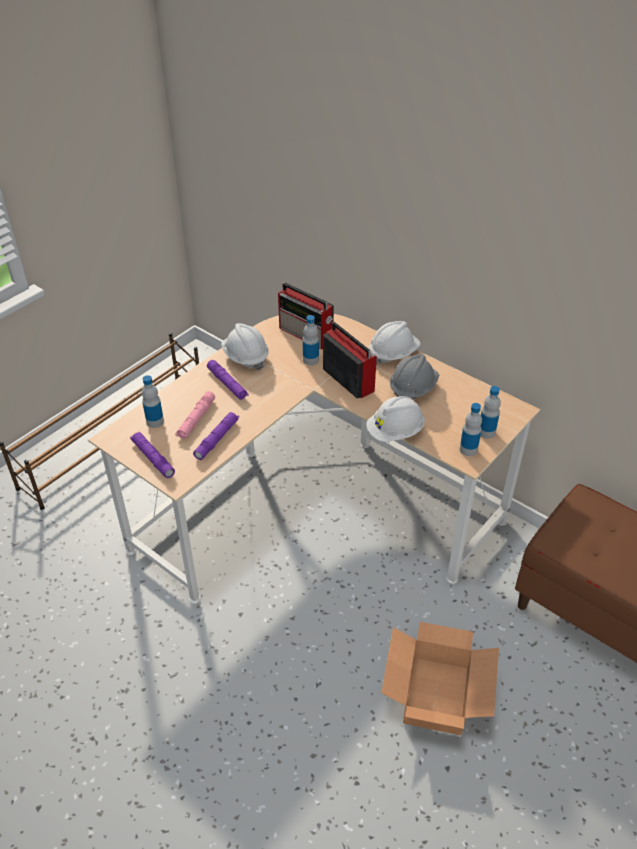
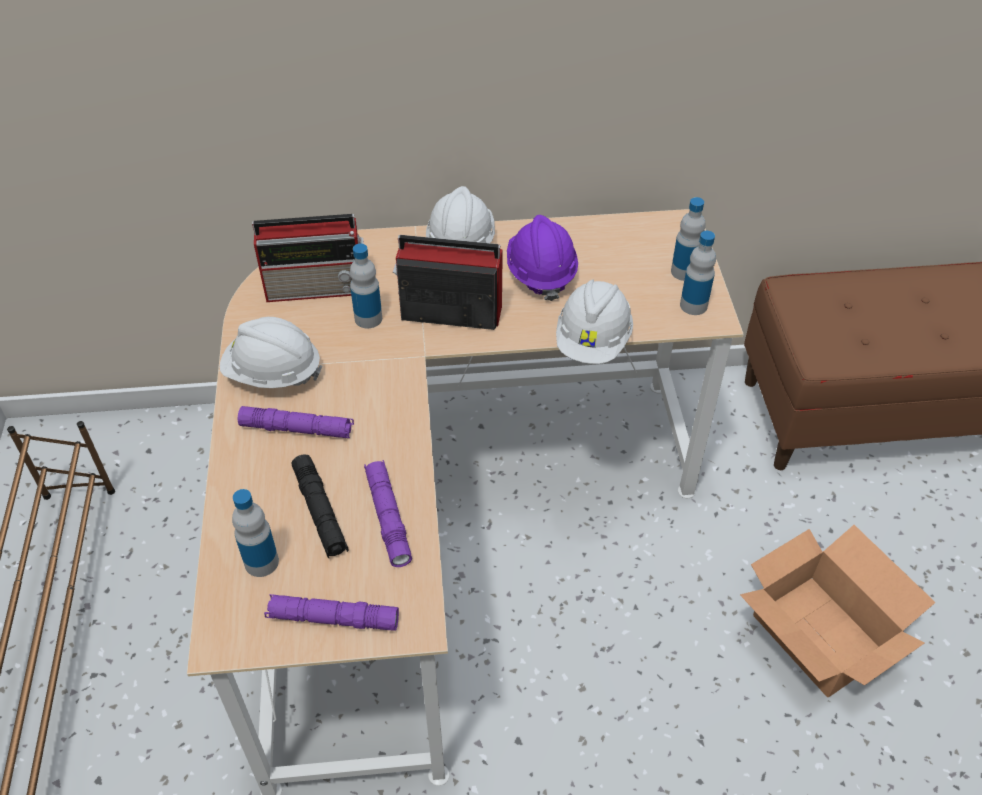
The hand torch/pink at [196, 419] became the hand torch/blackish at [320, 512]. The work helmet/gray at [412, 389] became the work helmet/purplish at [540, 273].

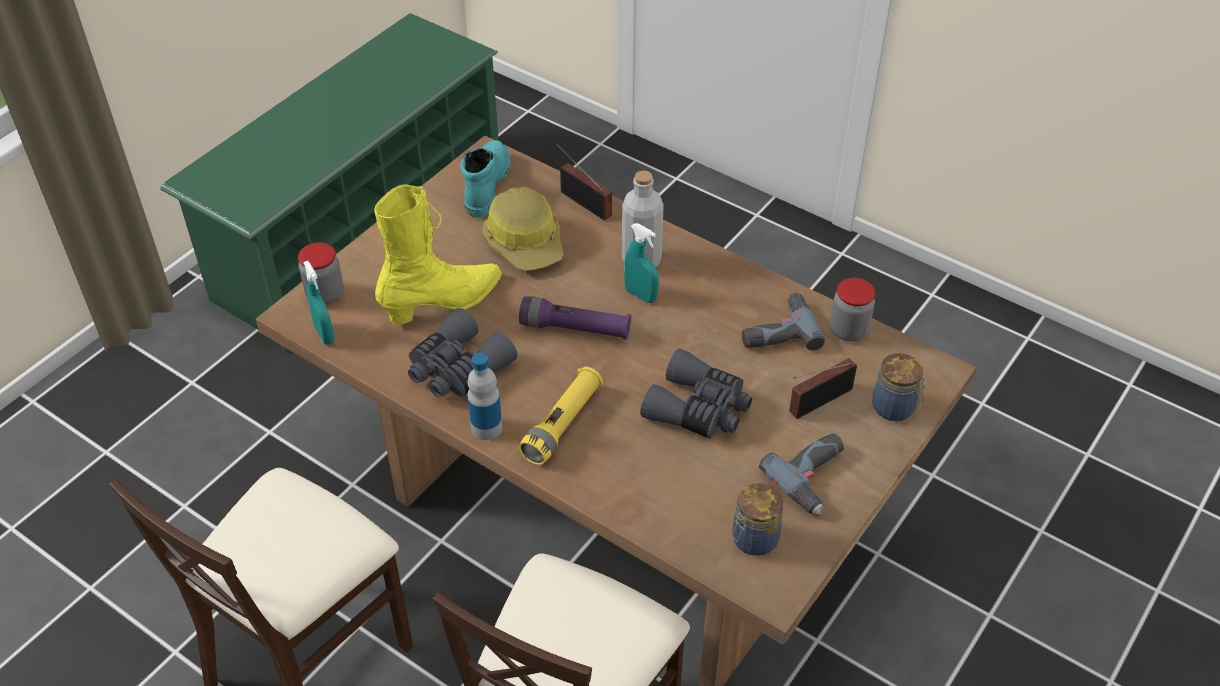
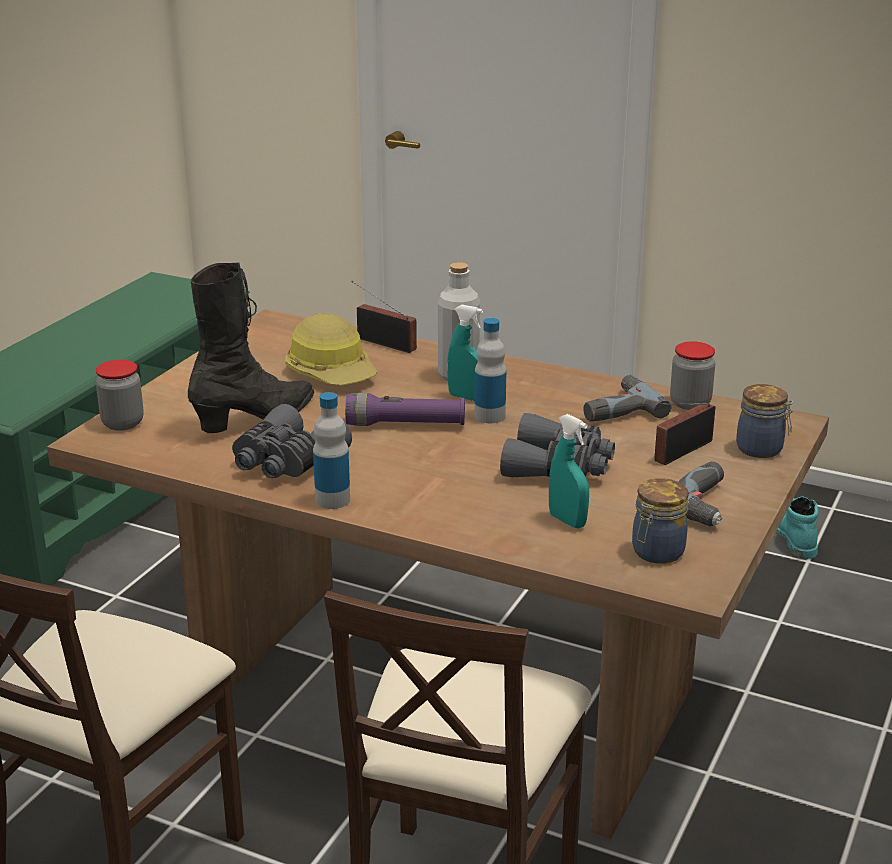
The hand torch/yellow-coloured at [562, 424] disappeared. The bottle at [489, 416] appeared. The hand sprayer/blue-green moved from [324, 334] to [567, 521]. The boot/blue-green moved from [485, 185] to [793, 535]. The boot/yellow-coloured at [443, 303] became the boot/blackish at [256, 419].

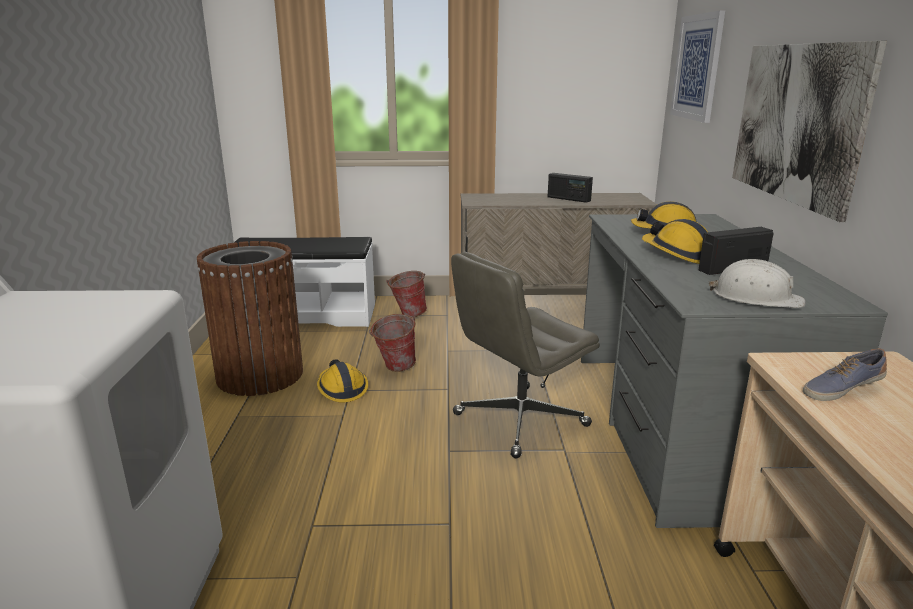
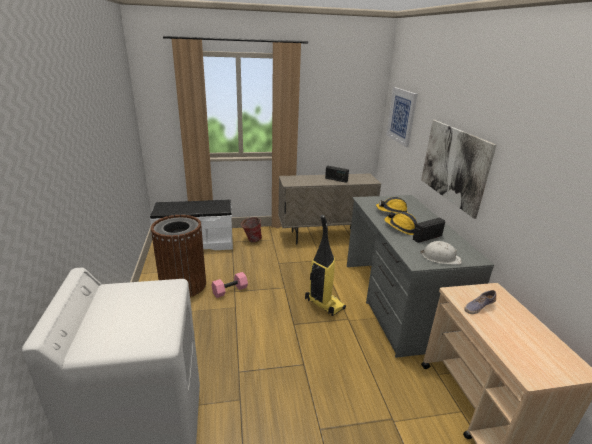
The water bucket at [394, 368] disappeared. The work helmet at [342, 389] was replaced by the free weight/pink at [230, 291]. The computer chair/gray at [519, 421] was replaced by the vacuum cleaner at [323, 304].

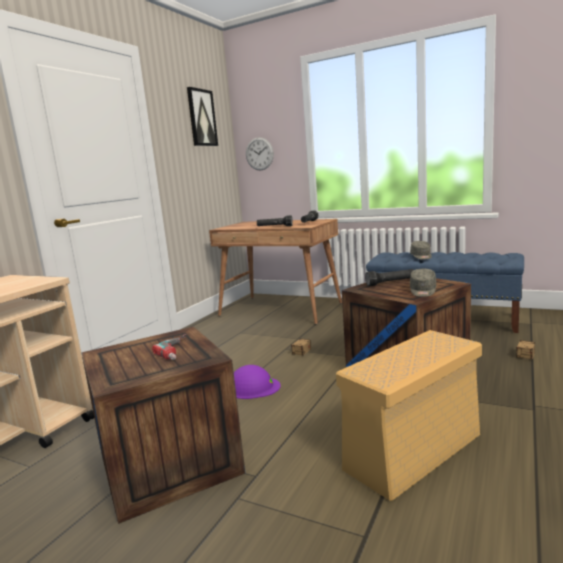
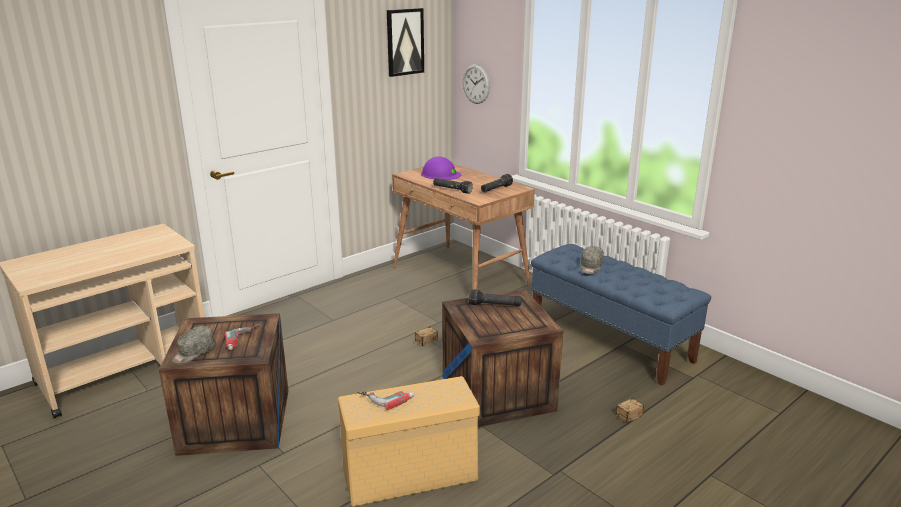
The power drill at [386, 397] appeared. The work helmet/purplish moved from [253, 387] to [440, 174]. The peaked cap/gray moved from [423, 291] to [194, 353].

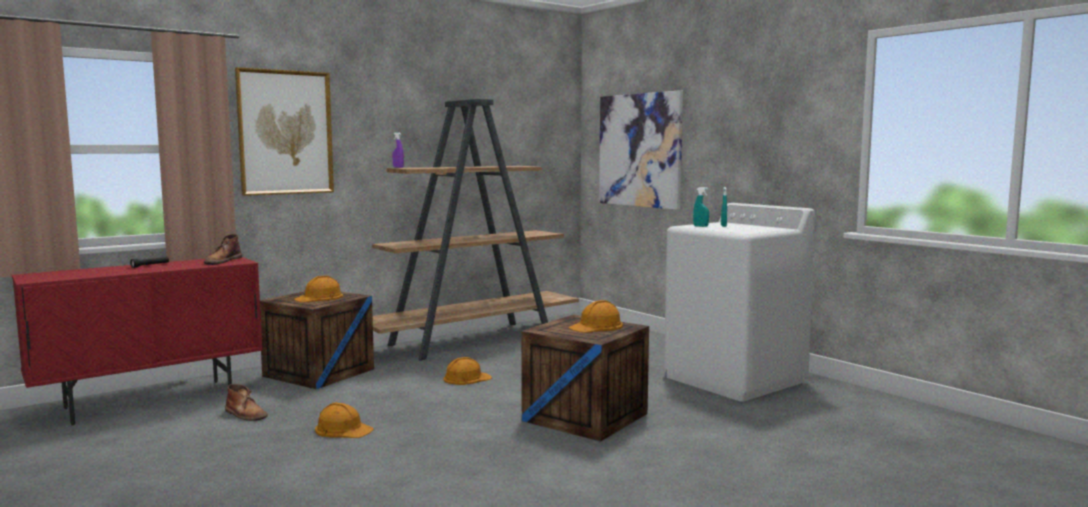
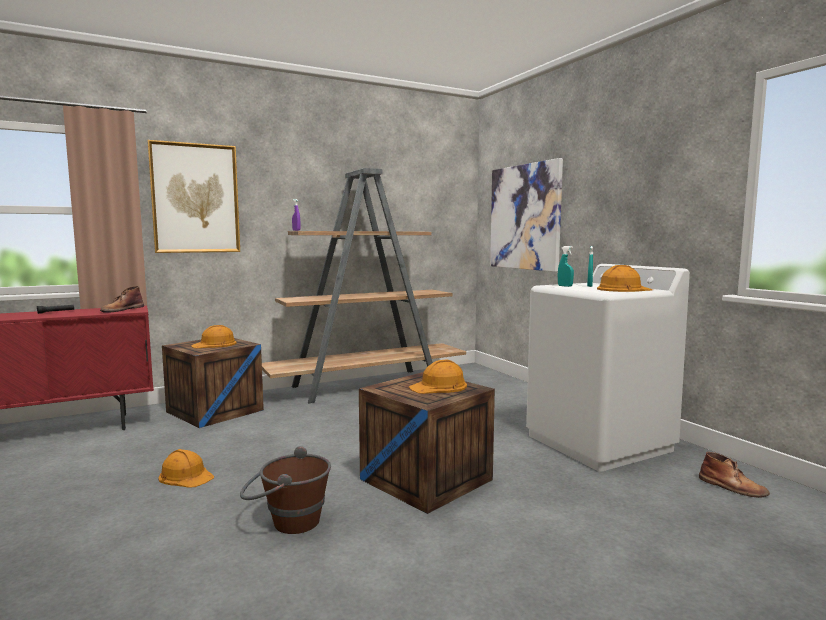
The water bucket/brownish at [286, 522] appeared. The boot/brownish moved from [246, 414] to [732, 487]. The work helmet/orangey moved from [466, 378] to [623, 289].

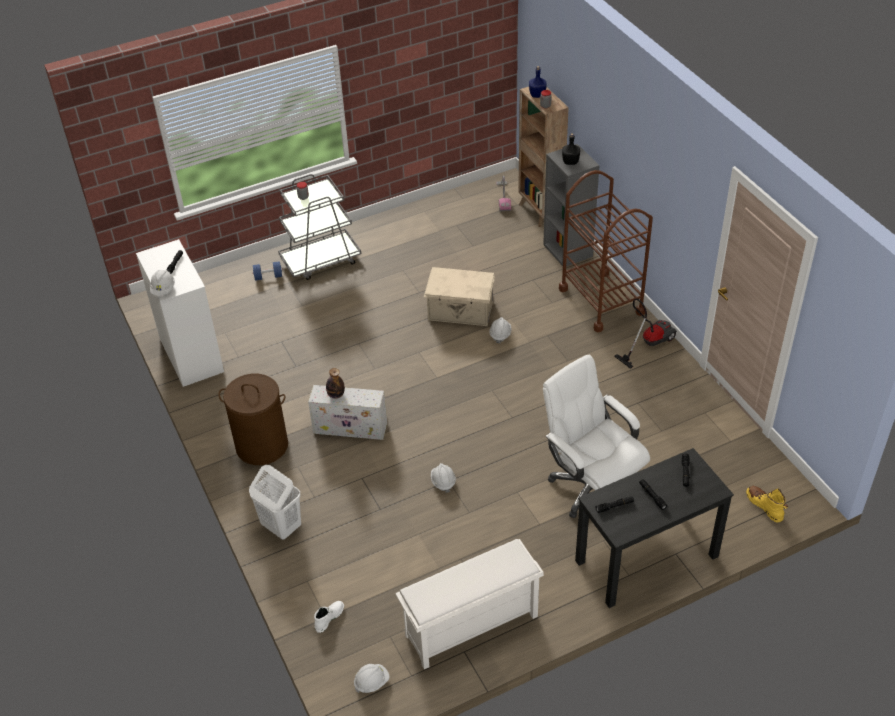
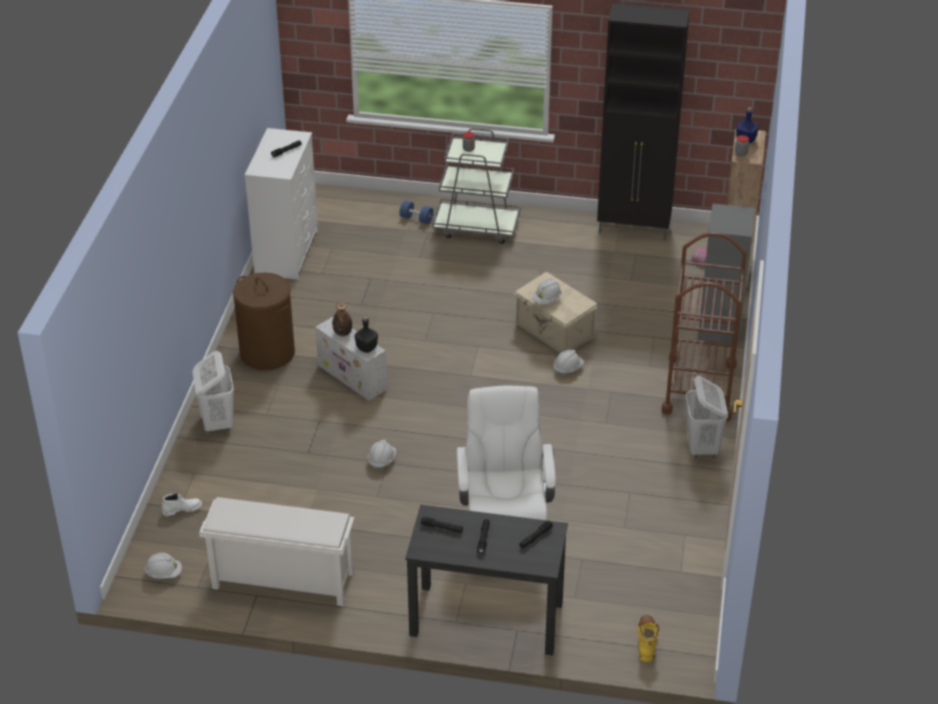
The cupboard/blackish at [634, 229] appeared. The work helmet/whitish moved from [163, 289] to [547, 299]. The bottle/blackish moved from [571, 162] to [367, 348]. The vacuum cleaner at [648, 343] was replaced by the laundry basket/whitish at [702, 447].

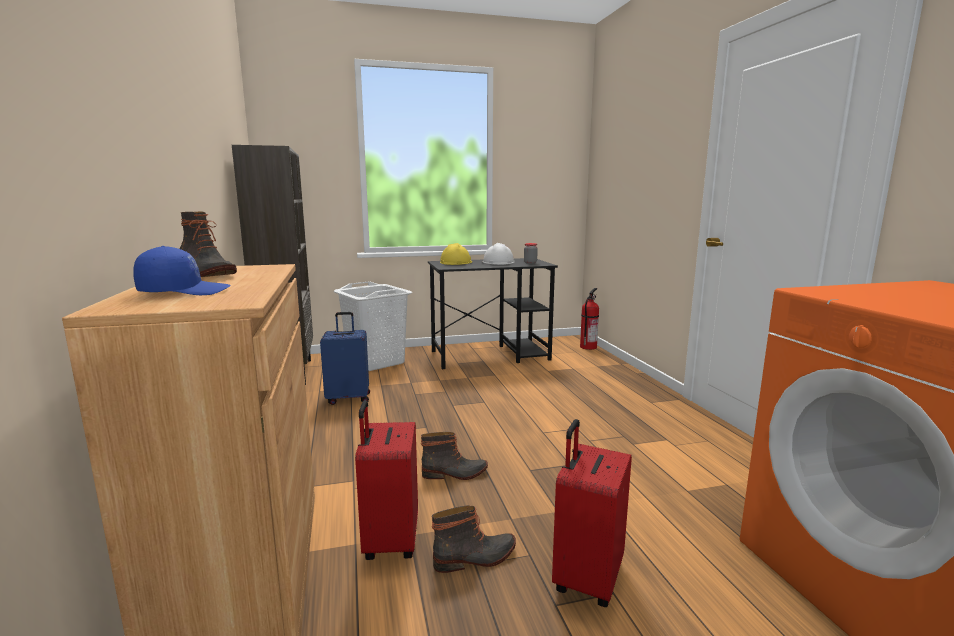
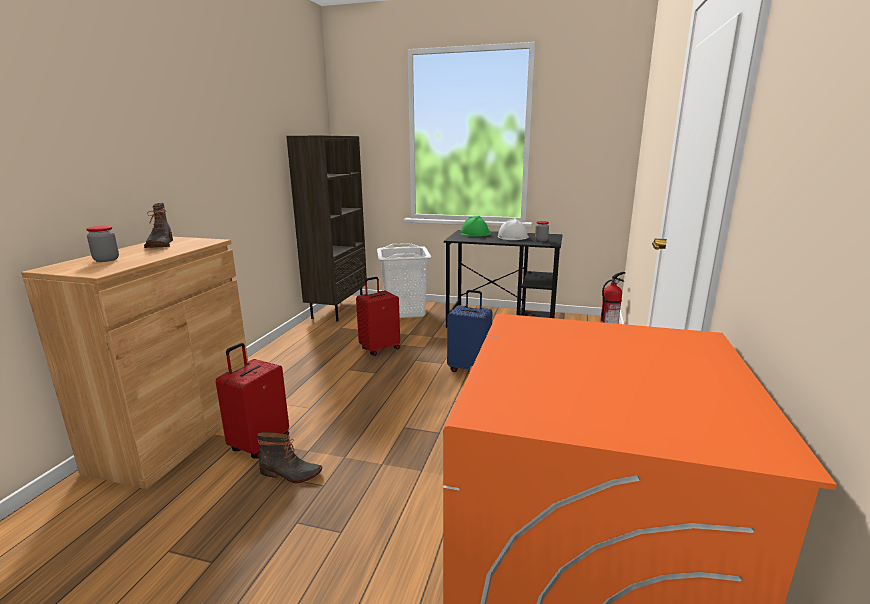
The boot at [455, 473] disappeared. The travel case/blue-coloured moved from [348, 398] to [470, 368]. The travel case/red moved from [586, 577] to [379, 349]. The peaked cap/blue-coloured at [184, 292] was replaced by the jar at [106, 260]. The work helmet/yellow-coloured at [455, 262] became the work helmet/green-coloured at [475, 234].

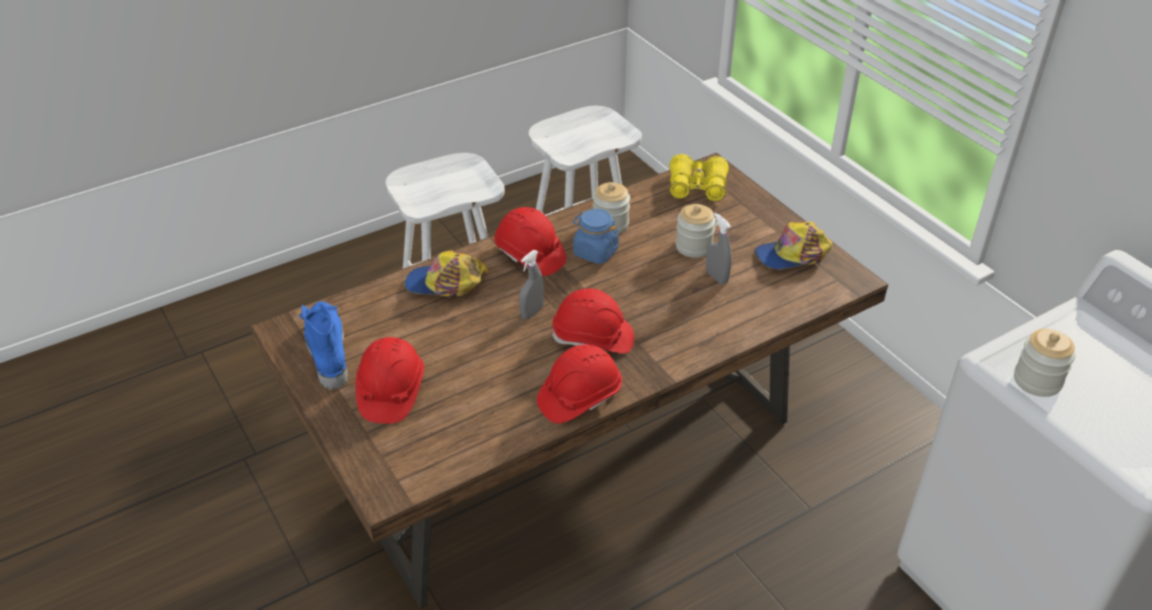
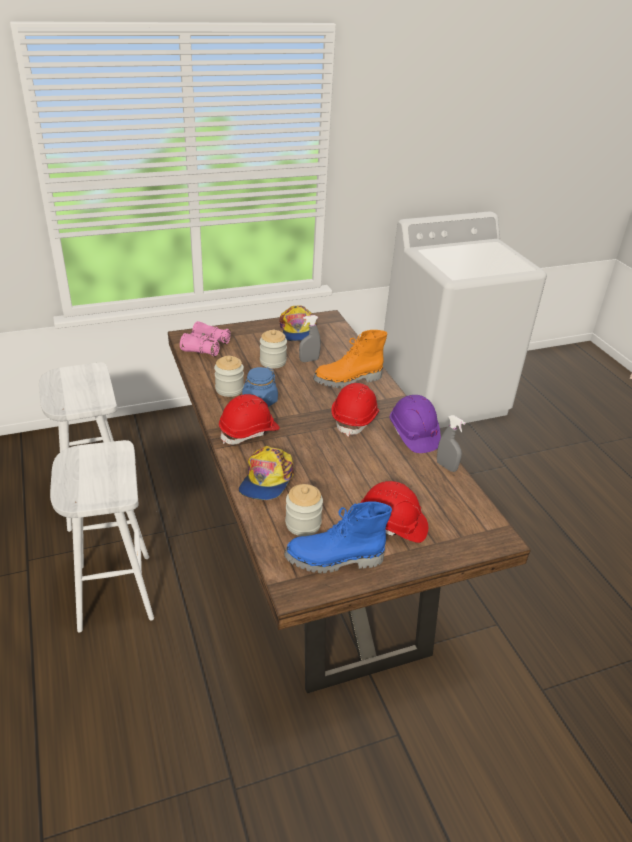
The boot/orangey at [348, 380] appeared. The hand sprayer/gray moved from [532, 312] to [446, 466]. The jar moved from [1037, 381] to [303, 524]. The work helmet/red at [579, 397] became the work helmet/purplish at [413, 434]. The pair of binoculars/yellow-coloured at [697, 187] became the pair of binoculars/pink at [206, 347].

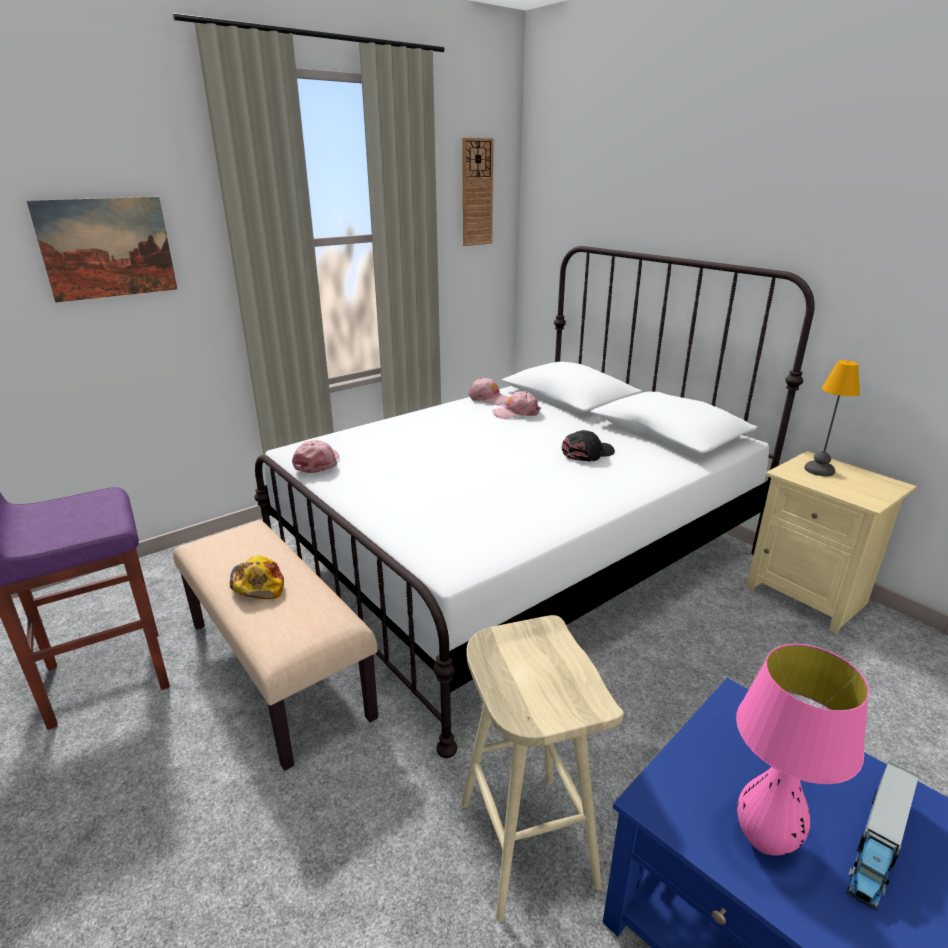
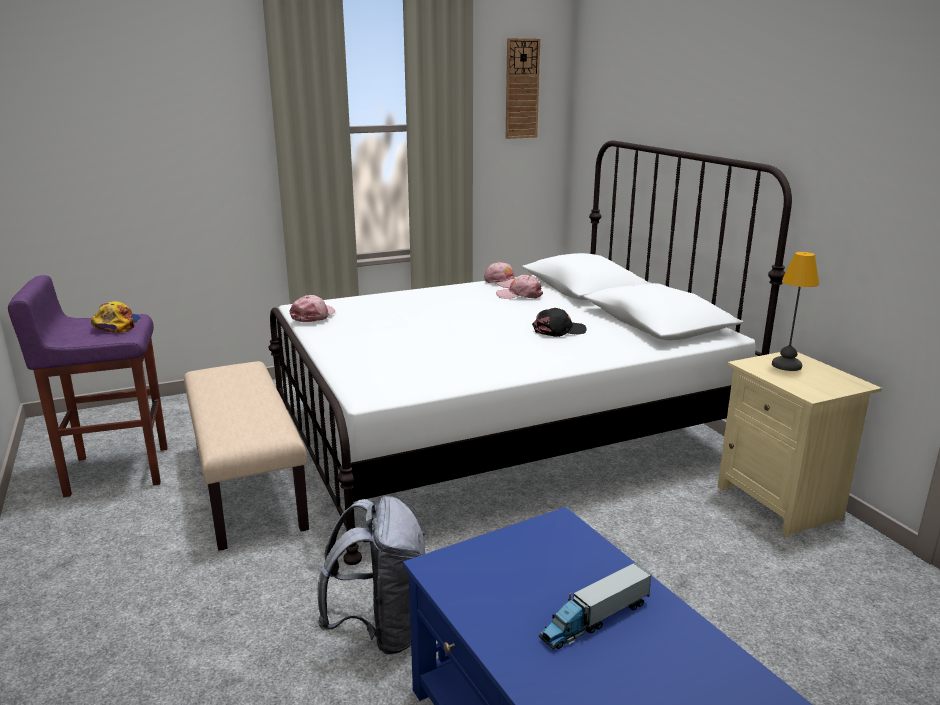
The wall picture at [107, 248] disappeared. The lamp for a table/pink at [765, 840] disappeared. The peaked cap moved from [257, 583] to [116, 325]. The stool seat/beige-coloured at [524, 842] was replaced by the backpack/gray at [381, 629].

